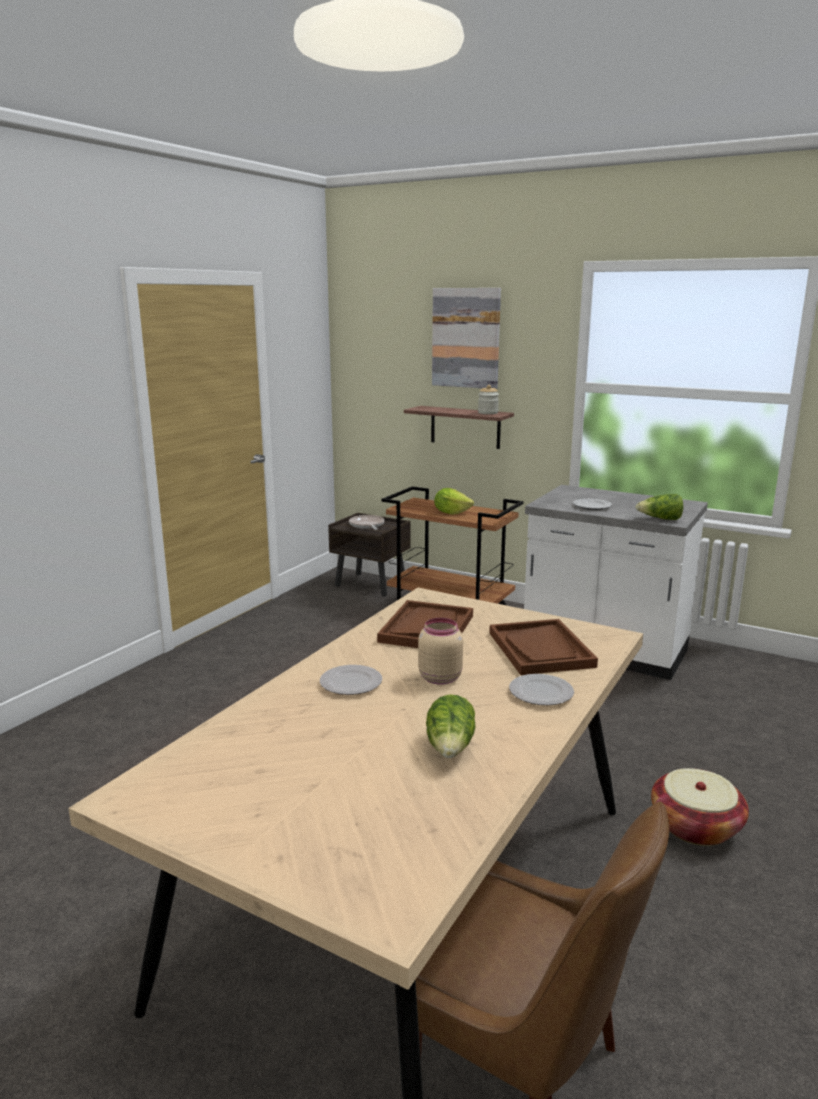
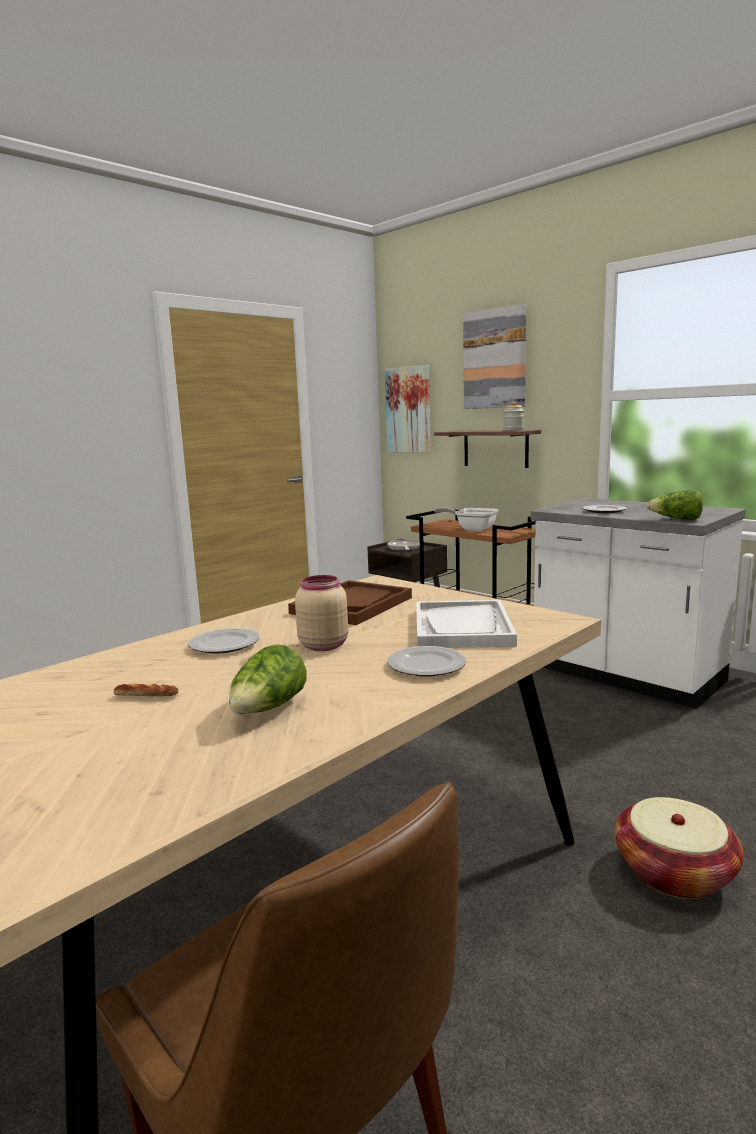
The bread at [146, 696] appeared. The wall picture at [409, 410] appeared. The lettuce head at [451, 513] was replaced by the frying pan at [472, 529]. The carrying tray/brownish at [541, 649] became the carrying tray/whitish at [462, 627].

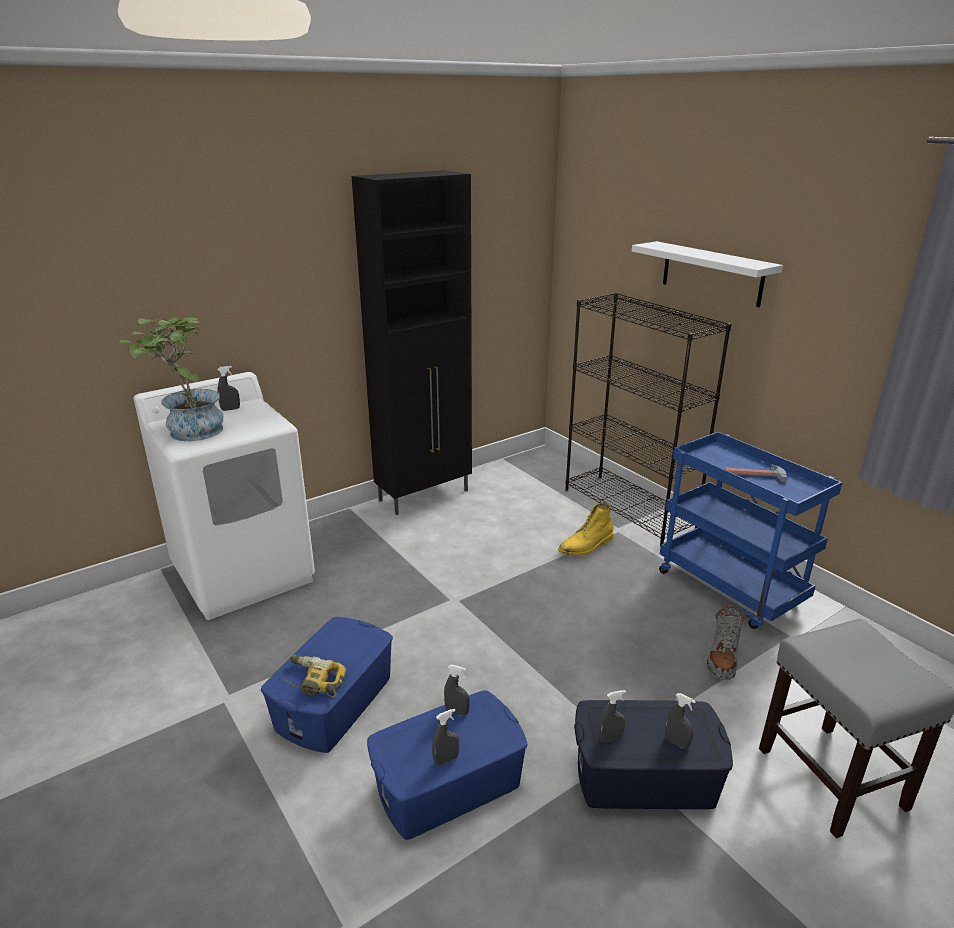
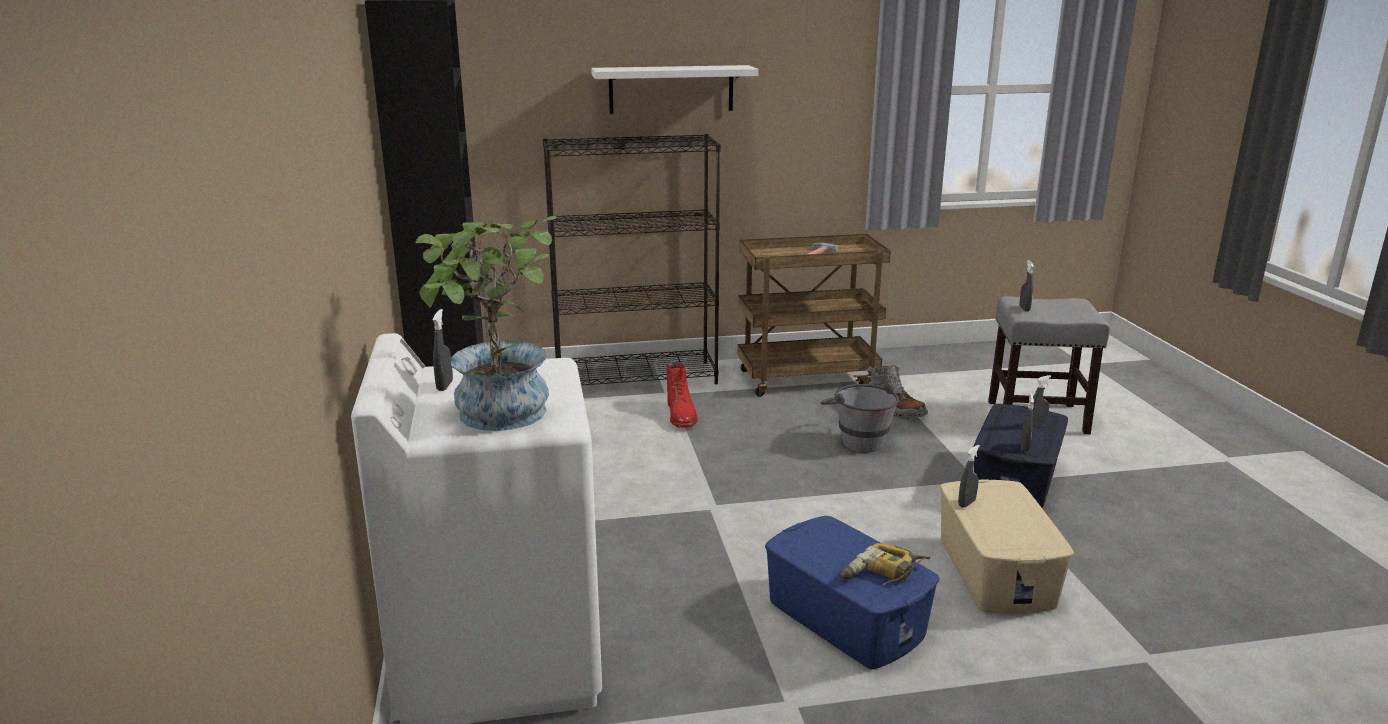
The water bucket/gray at [857, 440] appeared. The hand sprayer/gray moved from [446, 760] to [1024, 309]. The storage box/blue-coloured at [449, 785] became the storage box/beige-coloured at [996, 571]. The boot/yellow-coloured at [586, 546] became the boot/red at [682, 415]. The trolley/blue-coloured at [731, 589] became the trolley/brownish at [807, 378].

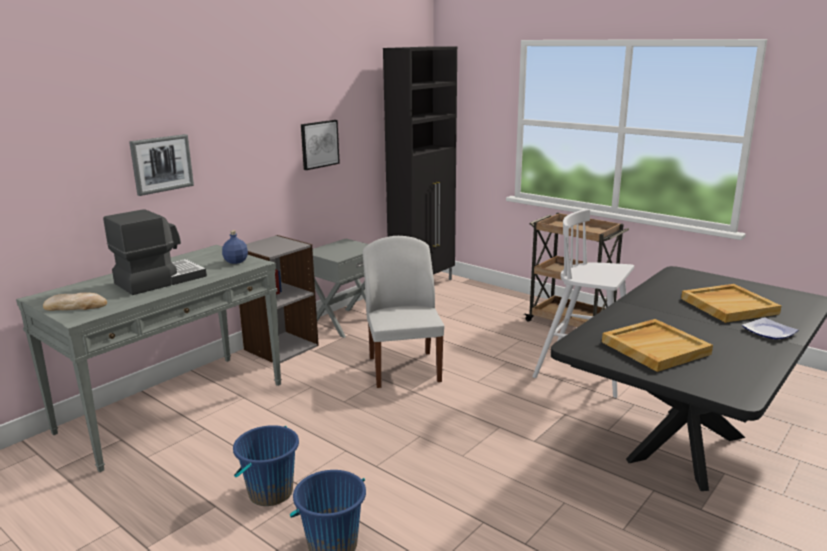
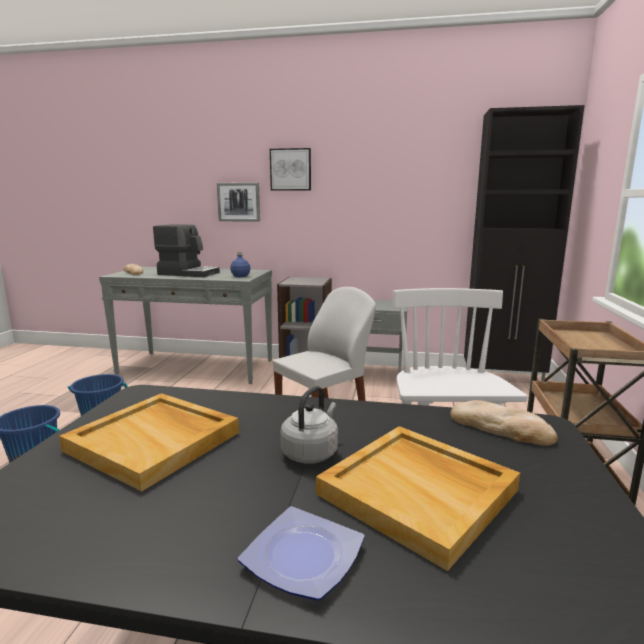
The kettle/gray at [311, 452] appeared. The bread at [500, 427] appeared. The wall picture moved from [319, 144] to [290, 169].

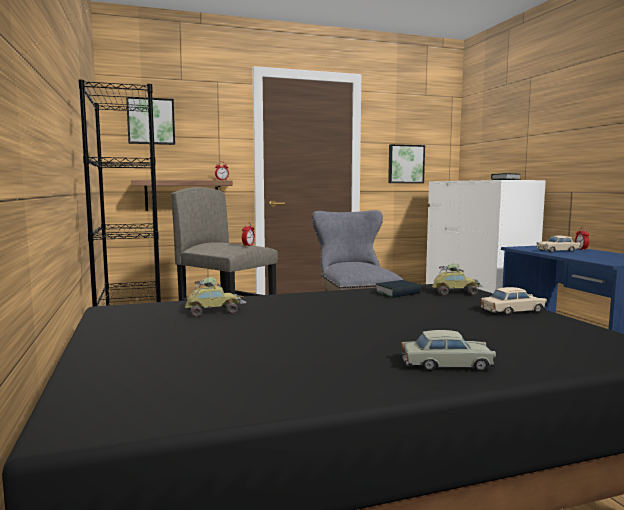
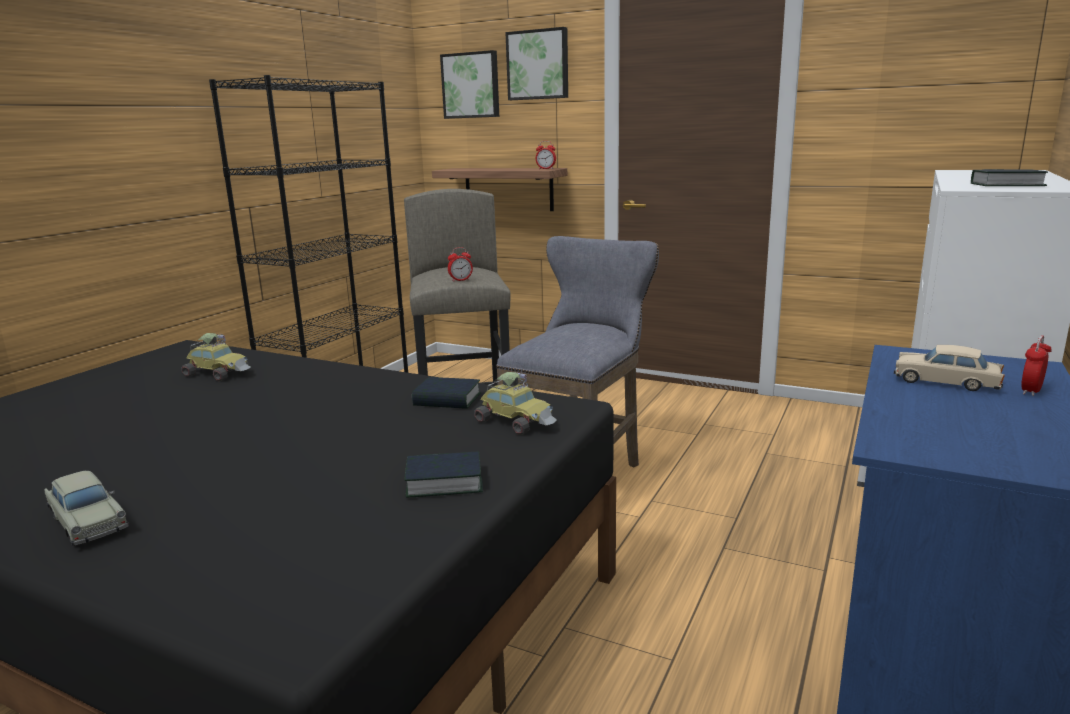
The wall picture moved from [405, 164] to [538, 65]. The miniature car/beige-coloured at [512, 311] was replaced by the bound book at [444, 482].

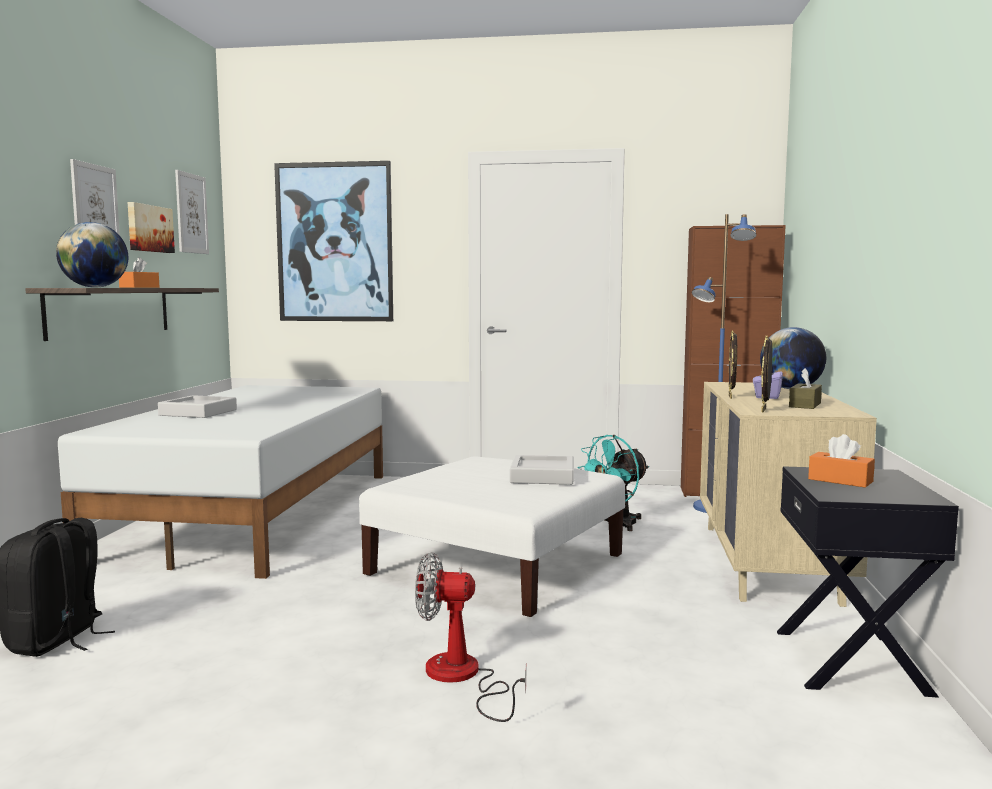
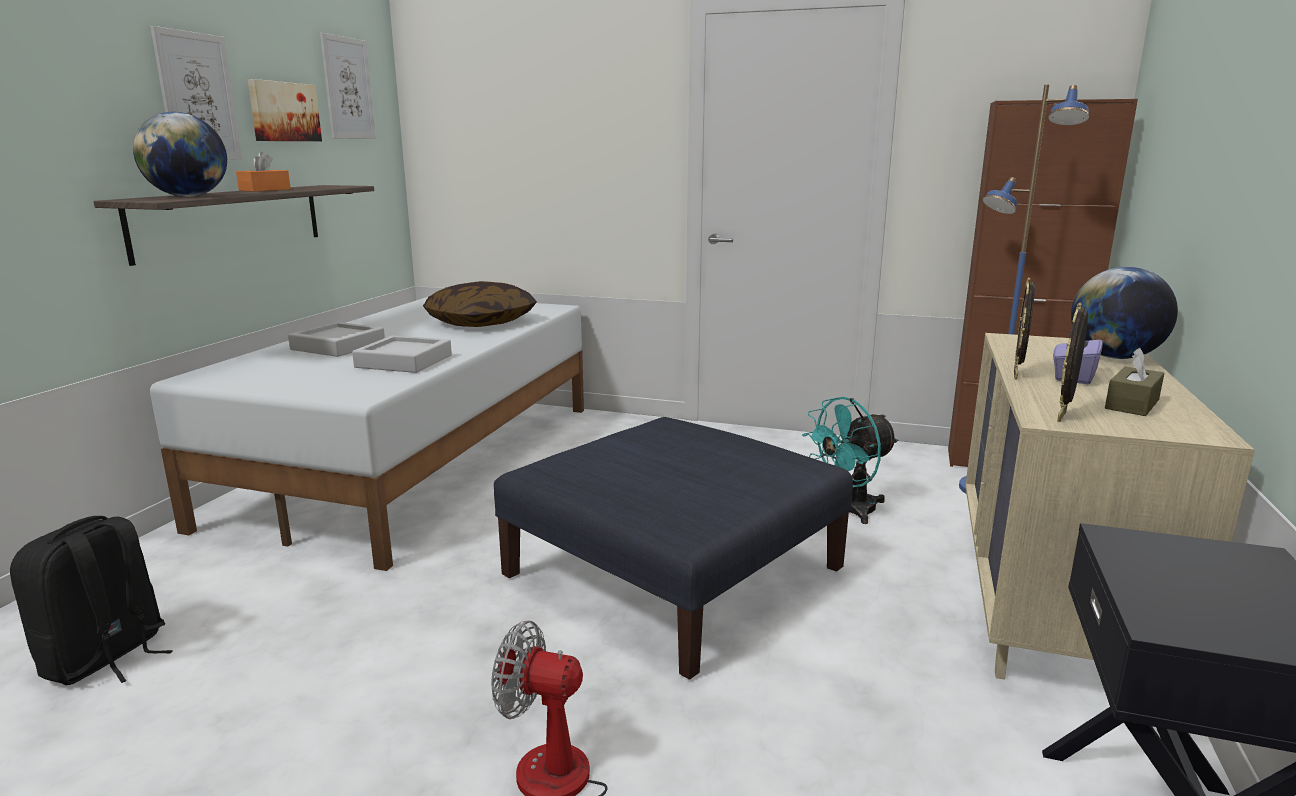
The wall picture at [335, 242] disappeared. The tissue box/orangey at [840, 480] disappeared. The pillow at [481, 322] appeared. The carrying tray/gray moved from [542, 476] to [404, 361]. The ottoman/whitish at [498, 565] became the ottoman/blue-coloured at [676, 572].

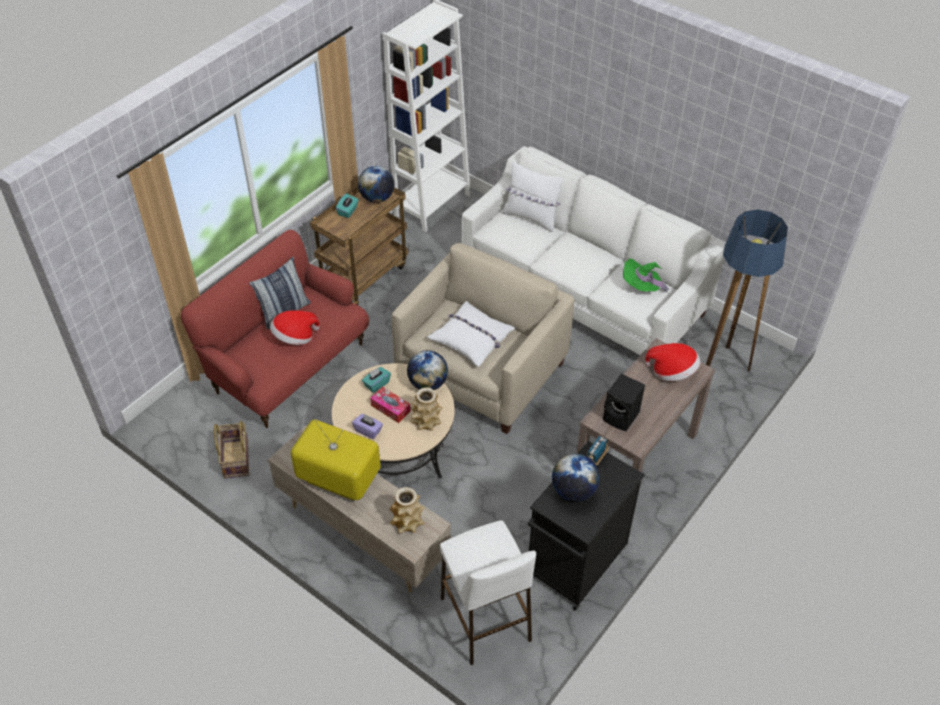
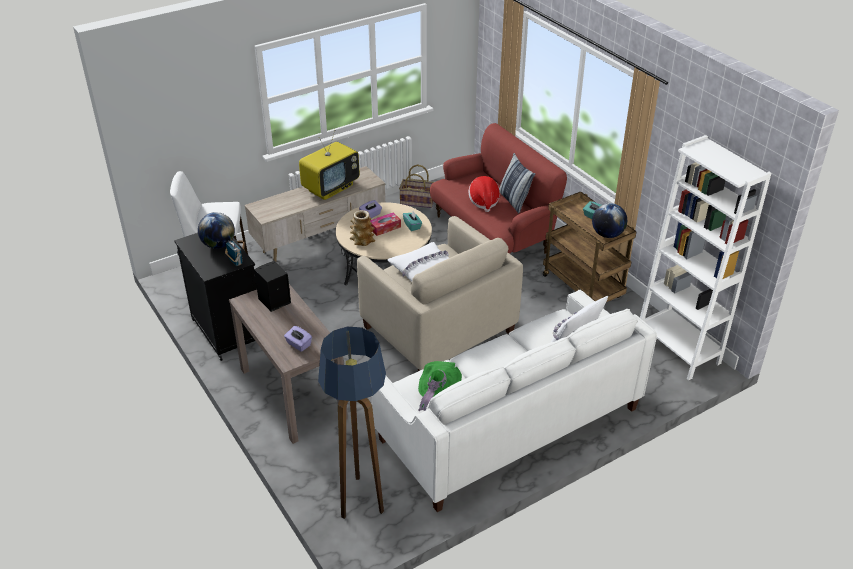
The decorative vase at [407, 522] disappeared. The globe at [428, 383] disappeared. The wearable hat at [672, 372] was replaced by the tissue box/purplish at [298, 344].

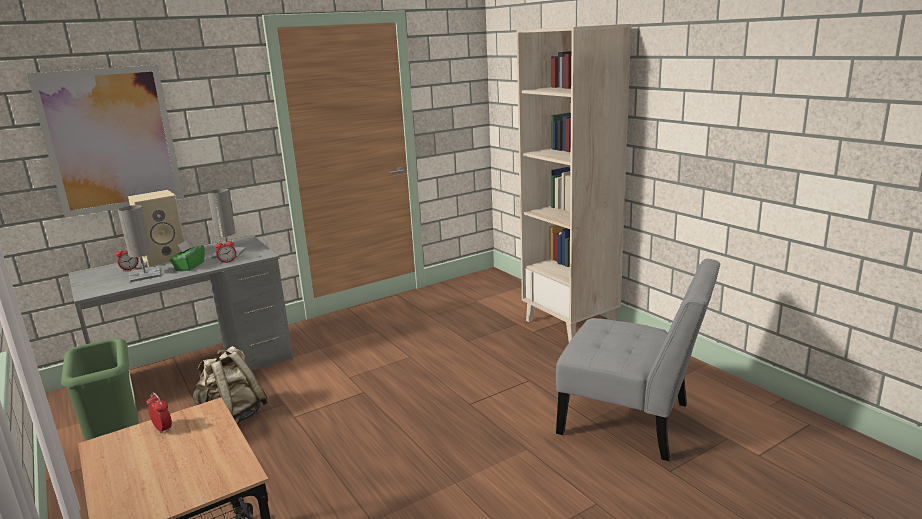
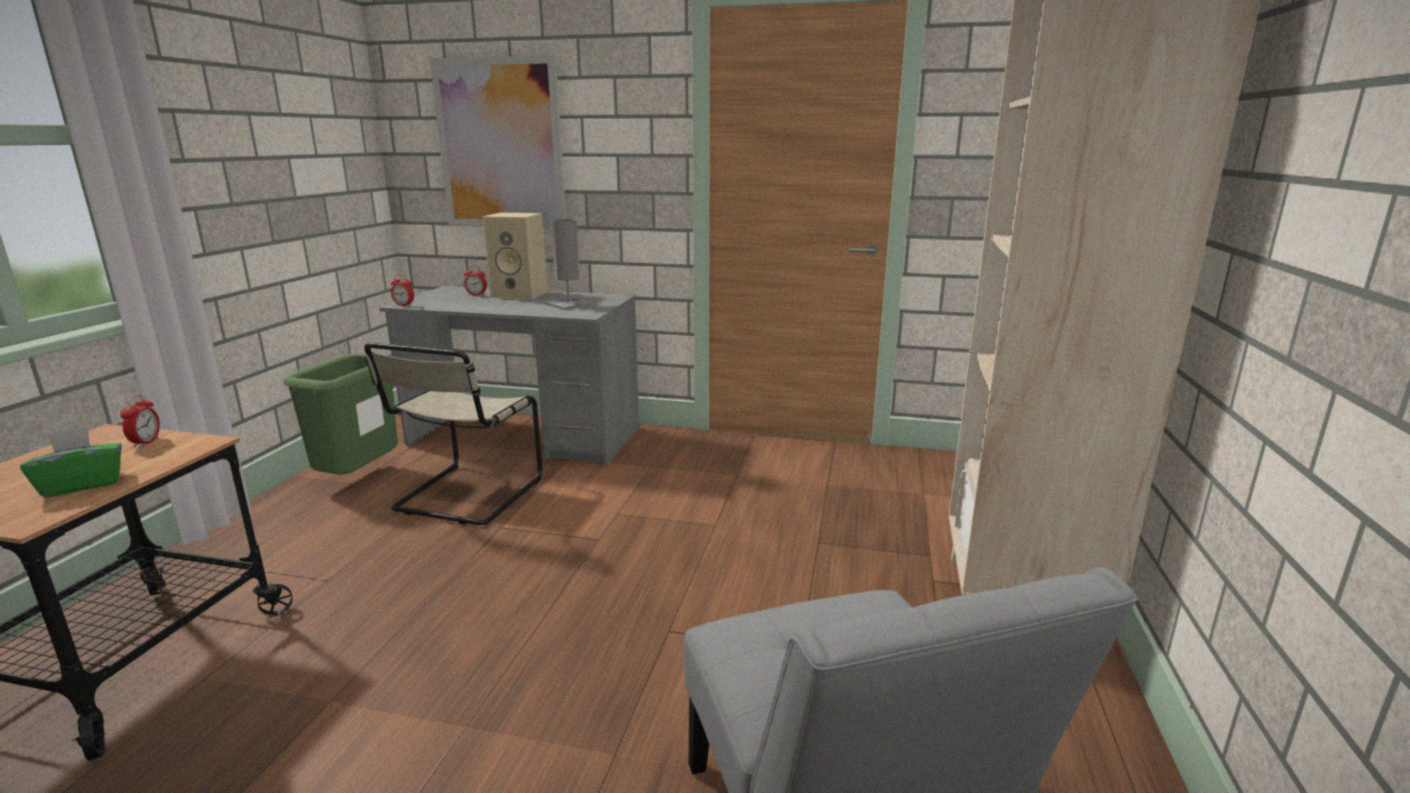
The lamp for a table/gray at [145, 275] disappeared. The tissue box/green-coloured moved from [189, 266] to [83, 484]. The alarm clock moved from [227, 262] to [404, 305]. The backpack/beige-coloured at [233, 417] was replaced by the upright chair/beige-coloured at [465, 496].

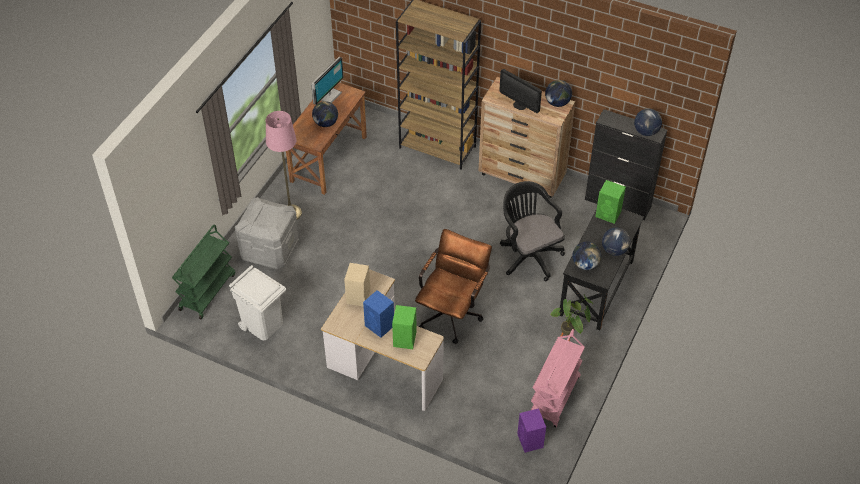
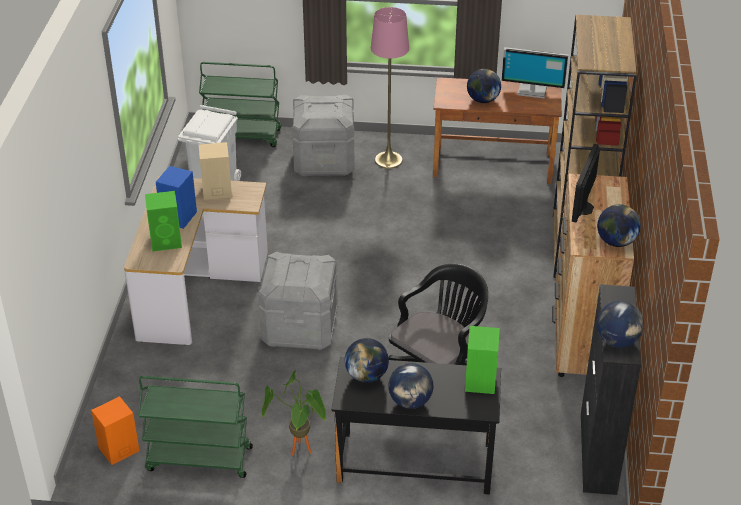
The computer chair/brownish at [452, 312] was replaced by the storage box/gray at [300, 328]. The speaker/purplish at [530, 441] became the speaker/orangey at [118, 450]. The trolley/pink at [555, 397] became the trolley/green-coloured at [198, 459].

